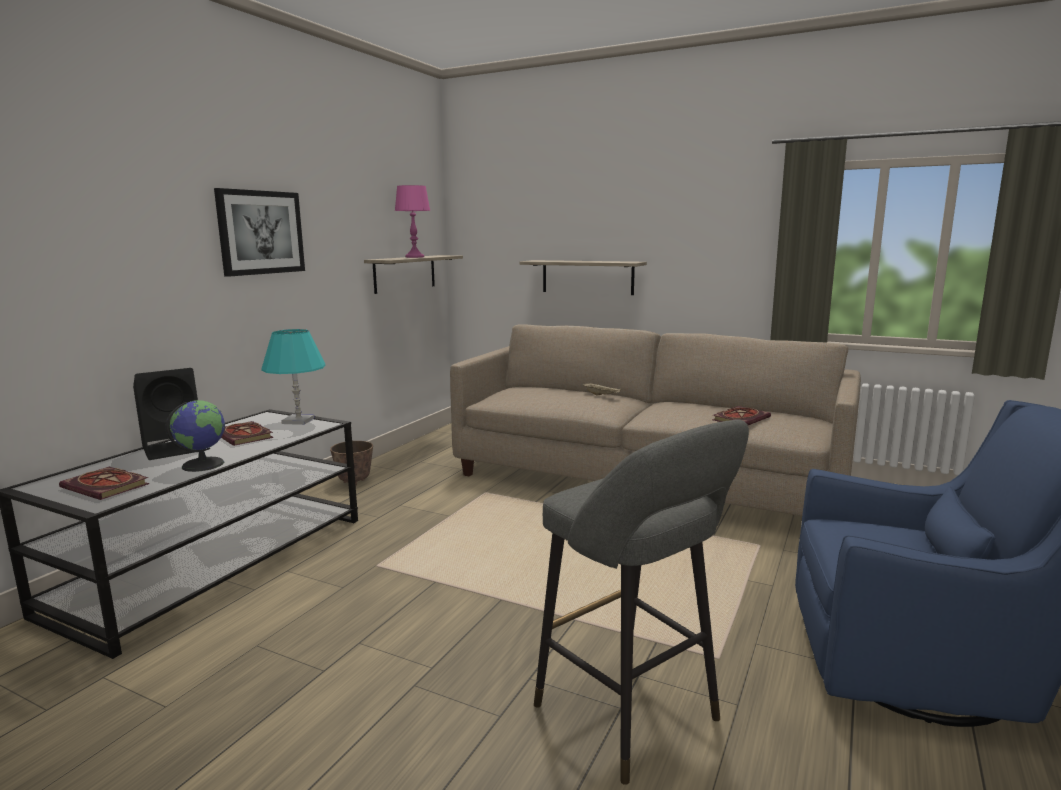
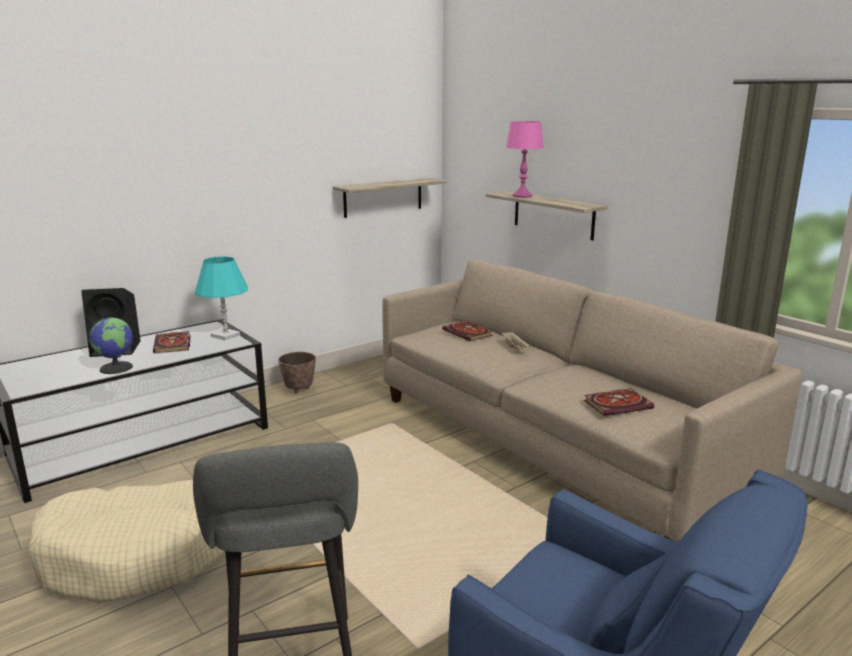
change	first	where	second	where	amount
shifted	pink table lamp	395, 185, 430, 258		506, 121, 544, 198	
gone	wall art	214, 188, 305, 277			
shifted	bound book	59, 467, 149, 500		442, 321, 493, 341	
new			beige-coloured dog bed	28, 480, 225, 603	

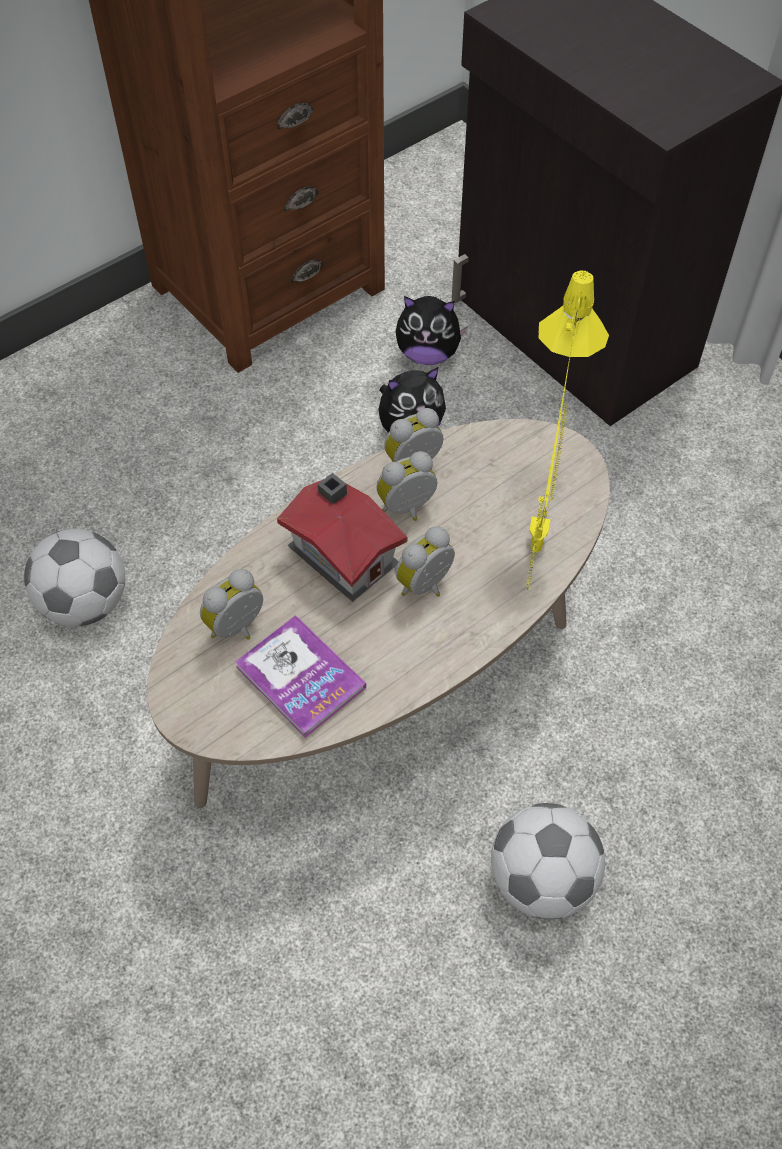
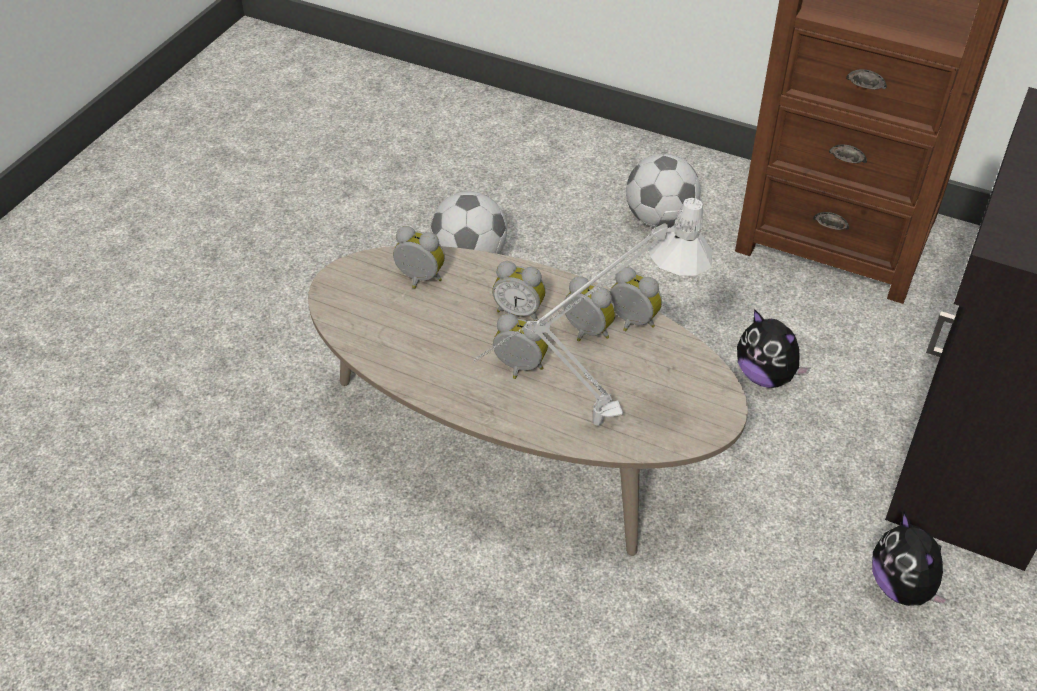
change	first	where	second	where	amount
repainted	yellowish table lamp	526, 270, 609, 591	grey table lamp	472, 198, 712, 426	
shifted	plush toy	396, 296, 468, 365		872, 512, 950, 606	
swapped	model house	277, 473, 407, 602	alarm clock	492, 261, 546, 321	
gone	bound book	235, 615, 366, 738			
shifted	ball for football	491, 803, 605, 919		626, 154, 701, 228	

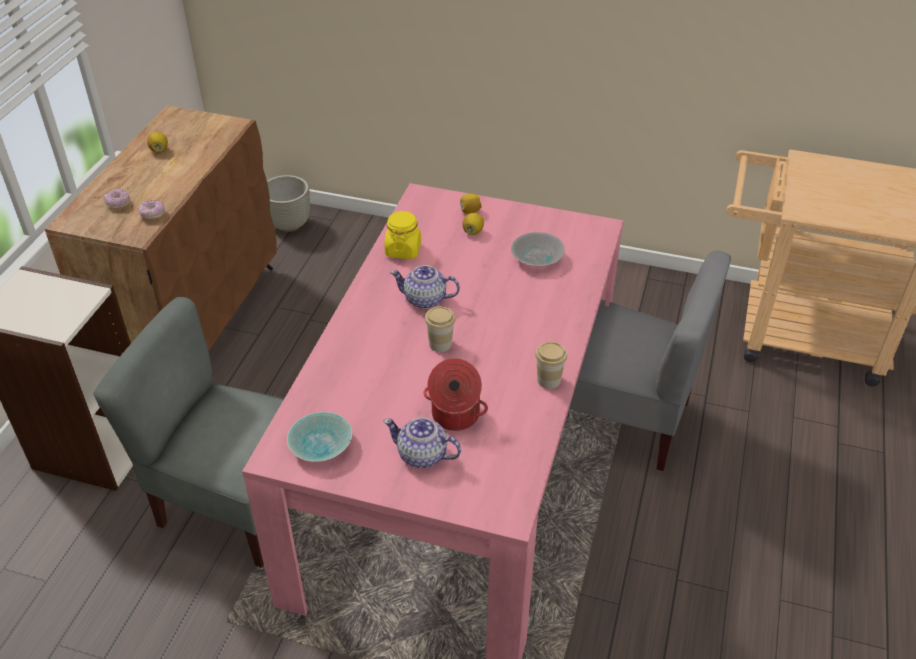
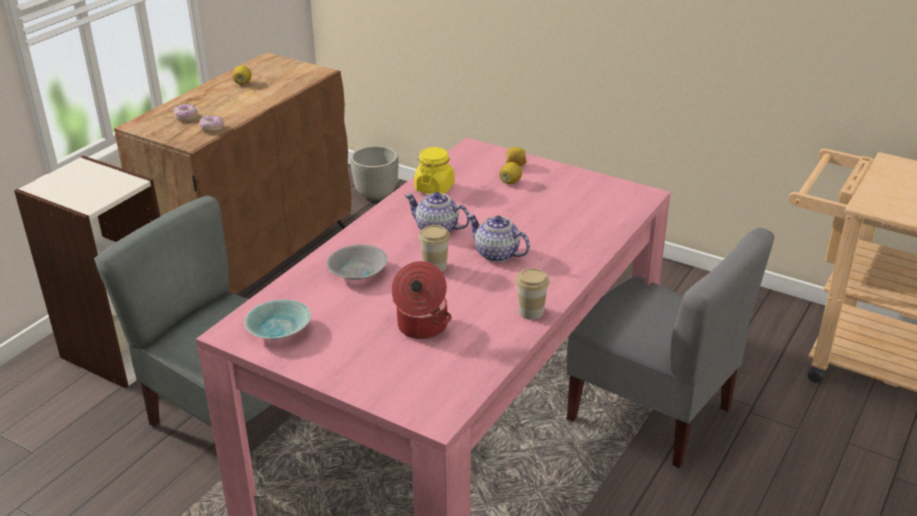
change	first	where	second	where	amount
shifted	grey serving bowl	511, 232, 565, 266		327, 245, 388, 280	
shifted	pot for tea	383, 418, 461, 468		467, 214, 530, 262	

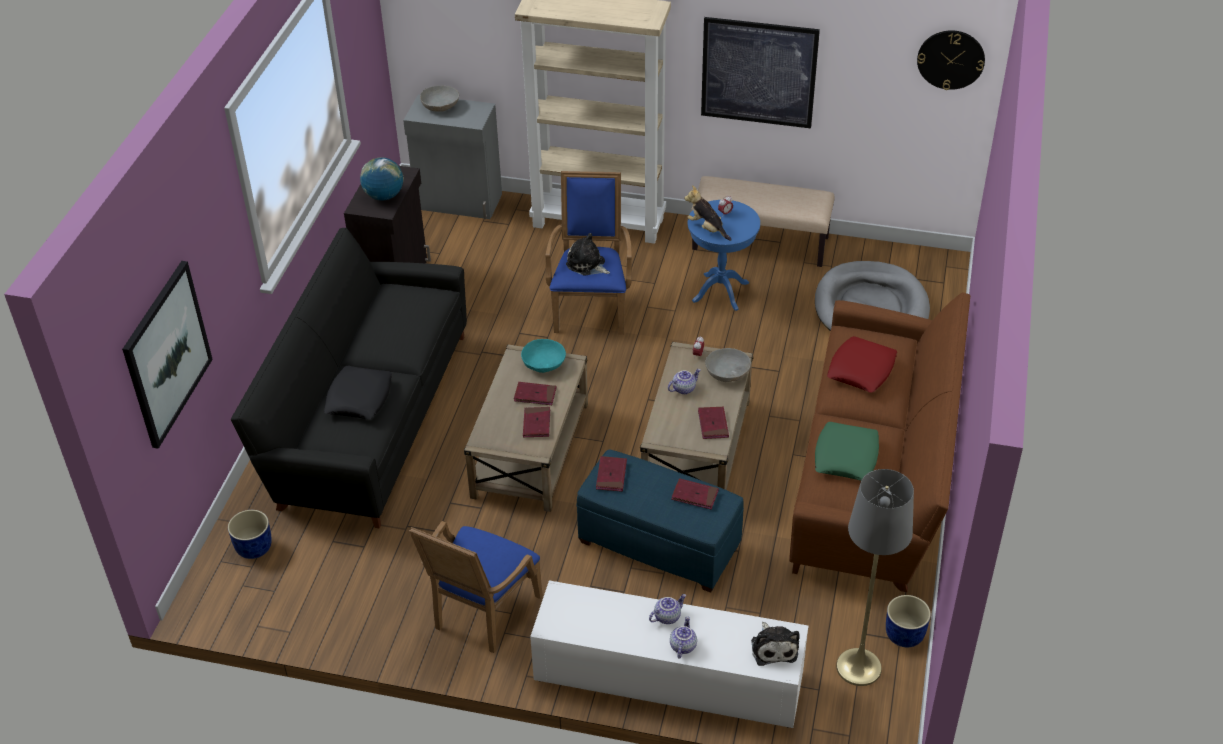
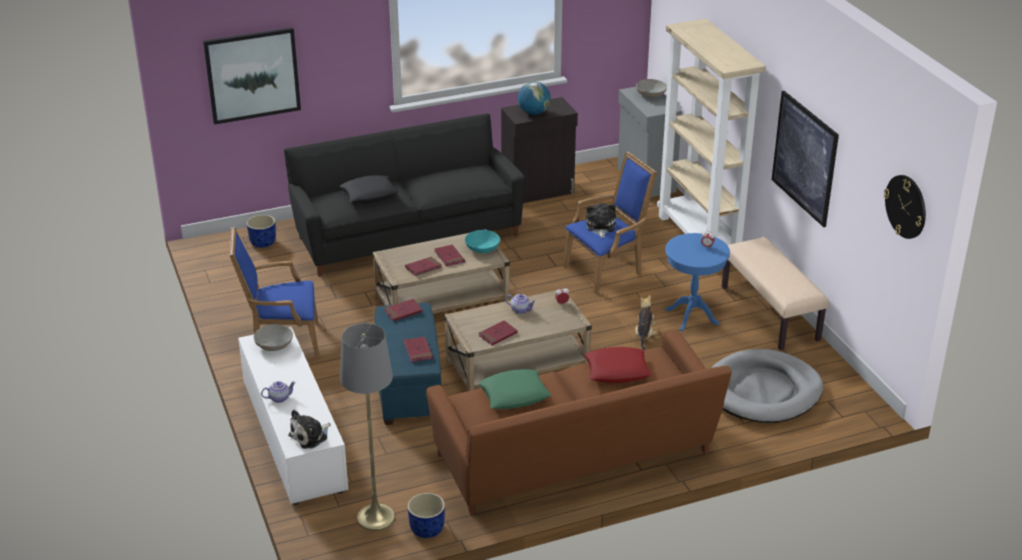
change	first	where	second	where	amount
shifted	plush toy	684, 185, 732, 241		635, 295, 657, 350	
shifted	grey serving bowl	705, 348, 751, 382		254, 324, 293, 351	
gone	pot for tea	649, 594, 686, 624			

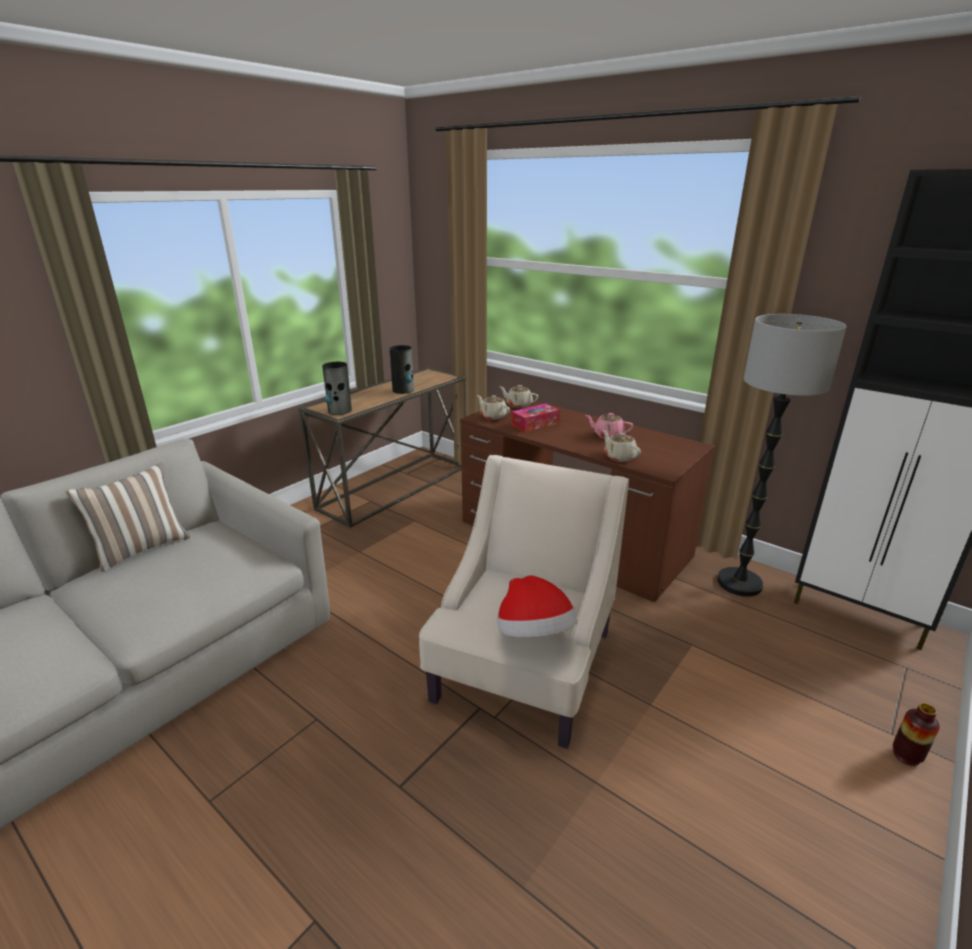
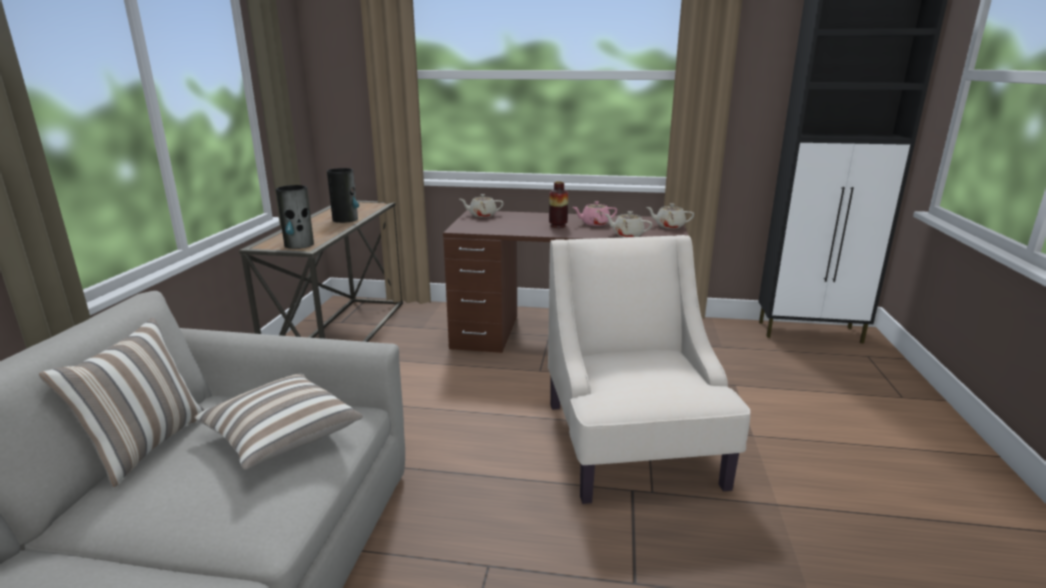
change	first	where	second	where	amount
gone	floor lamp	717, 314, 846, 597			
shifted	beige-coloured pot for tea	477, 395, 510, 420		646, 203, 694, 229	
gone	box of tissues	511, 403, 560, 432			
gone	wearable hat	497, 575, 577, 638			
shifted	decorative vase	893, 703, 940, 766		549, 181, 568, 228	
new			throw pillow	194, 373, 363, 470	

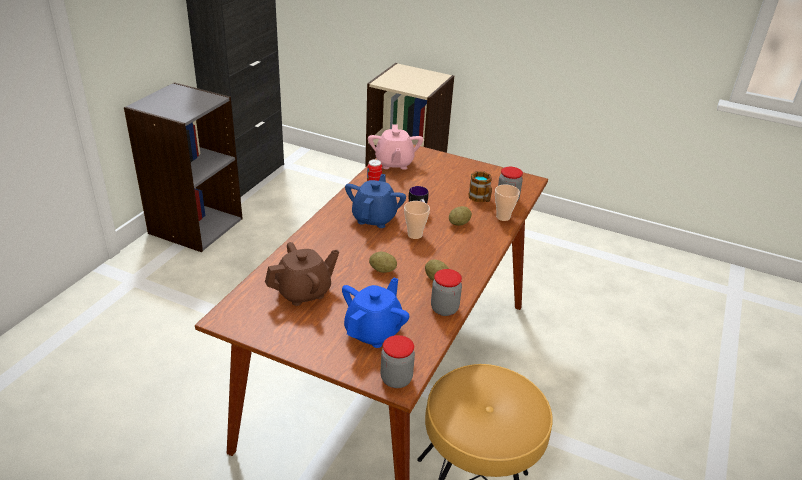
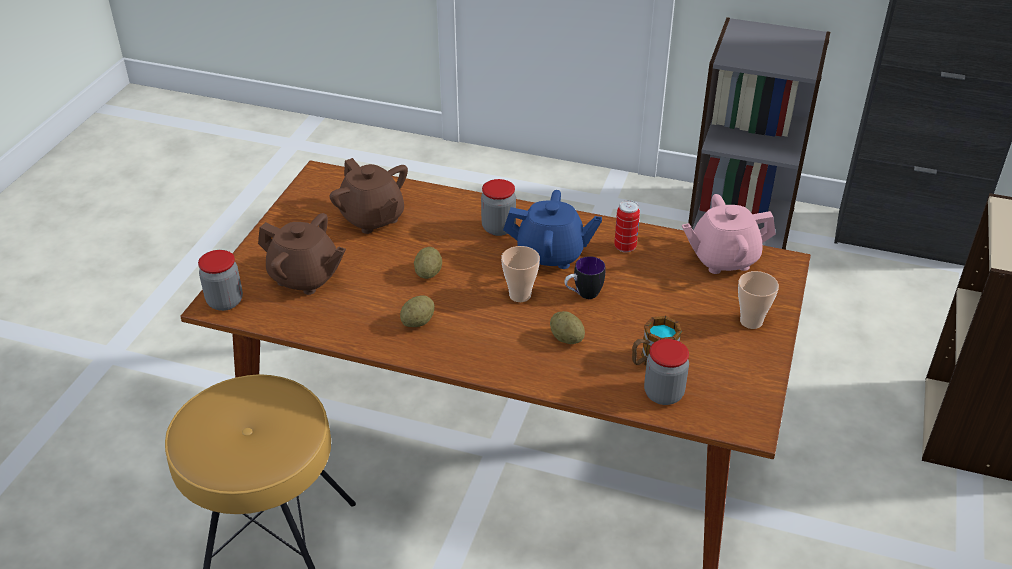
change	first	where	second	where	amount
shifted	cup	495, 185, 520, 221		738, 271, 779, 329	
shifted	jar	431, 269, 462, 316		481, 179, 516, 236	
repainted	blue-coloured pot for tea	342, 278, 409, 348	brown pot for tea	258, 213, 346, 295	

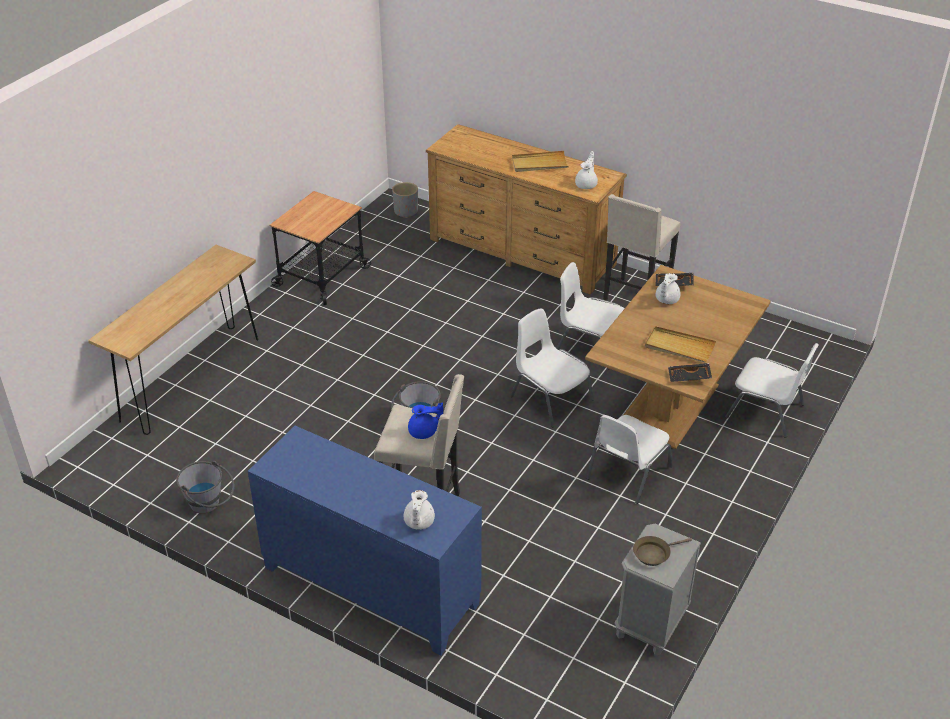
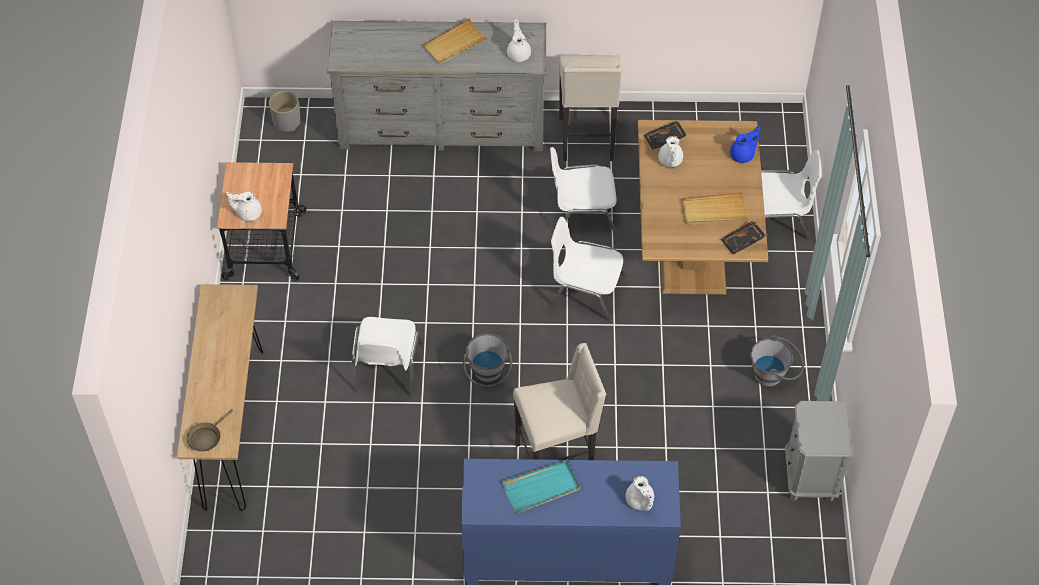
change	first	where	second	where	amount
repainted	brown dresser	426, 124, 627, 295	grey dresser	327, 21, 546, 151	
shifted	blue-coloured pot for tea	408, 402, 443, 439		730, 125, 760, 163	
shifted	whitish plain chair	586, 415, 672, 504		352, 317, 423, 397	
shifted	grey bucket	176, 461, 235, 514		750, 335, 804, 387	
shifted	brown pan	633, 536, 692, 566		187, 409, 233, 452	
new			whitish pot for tea	226, 192, 262, 221	
new			turquoise carrying tray	502, 460, 580, 513	

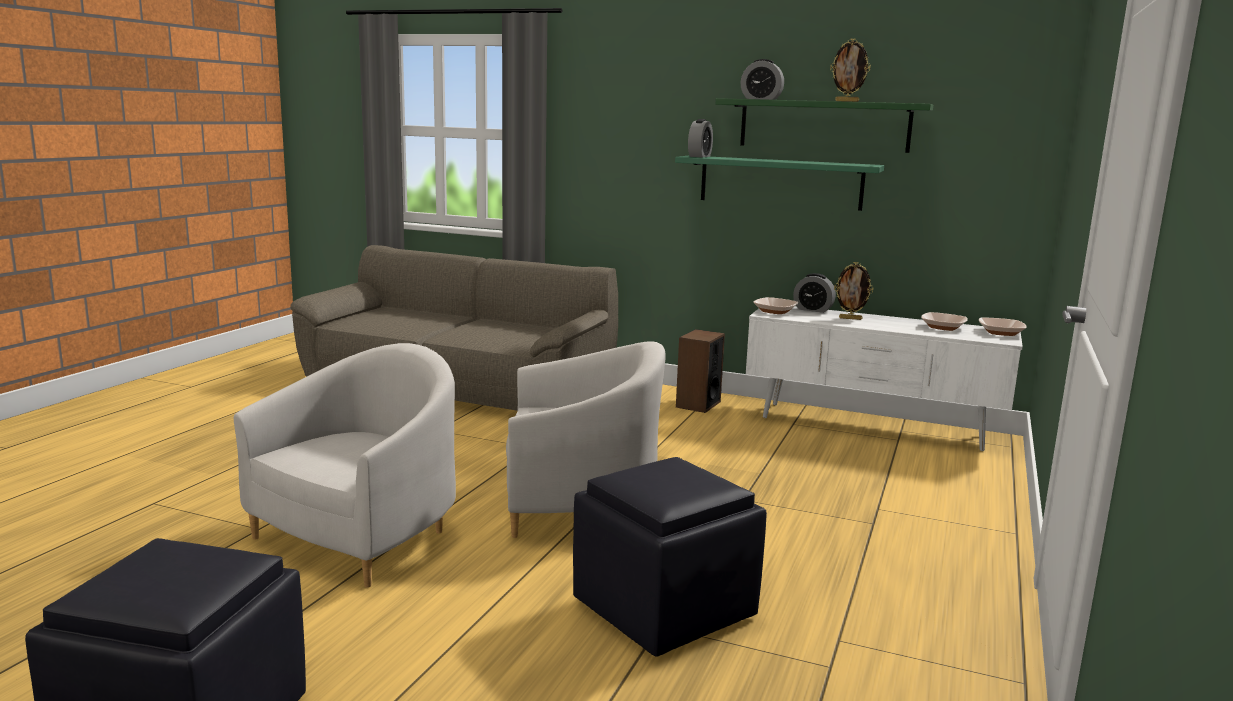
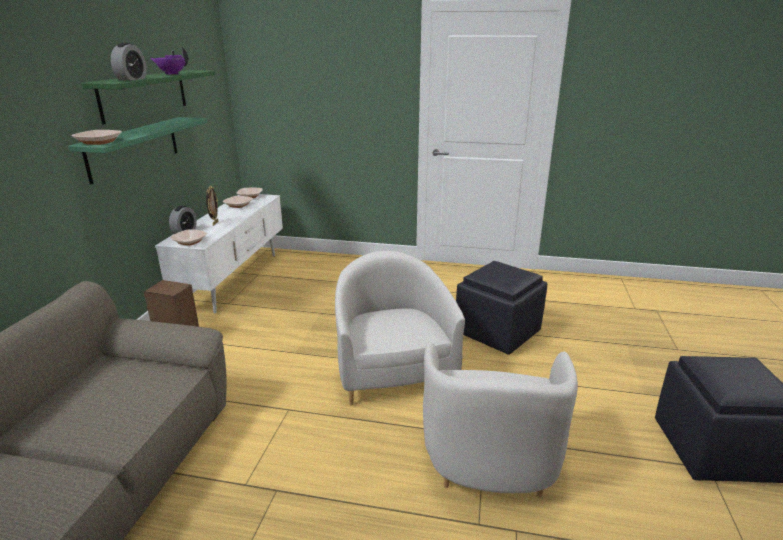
change	first	where	second	where	amount
swapped	picture frame	830, 39, 871, 102	purple pot for tea	150, 47, 188, 75	
swapped	alarm clock	688, 119, 713, 157	serving bowl	71, 130, 122, 145	
rotated	whitish armchair	234, 343, 456, 588		423, 342, 578, 498	105 degrees counterclockwise

